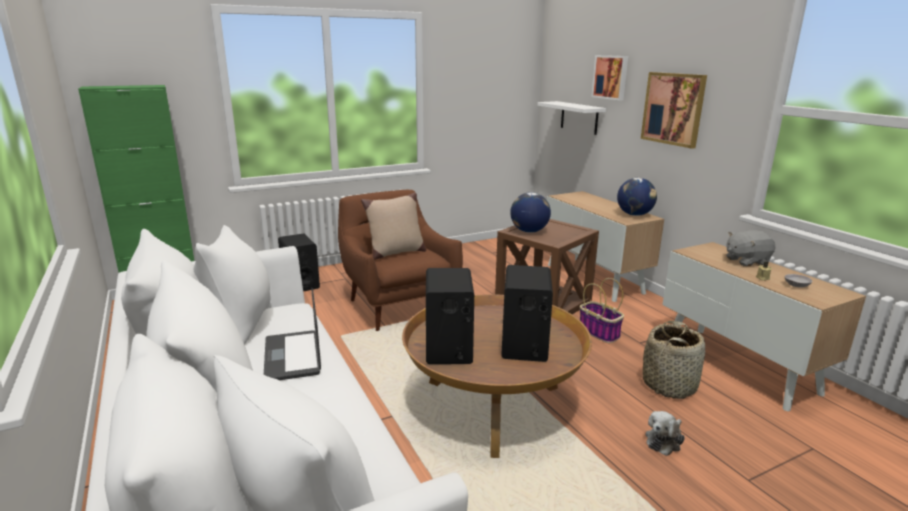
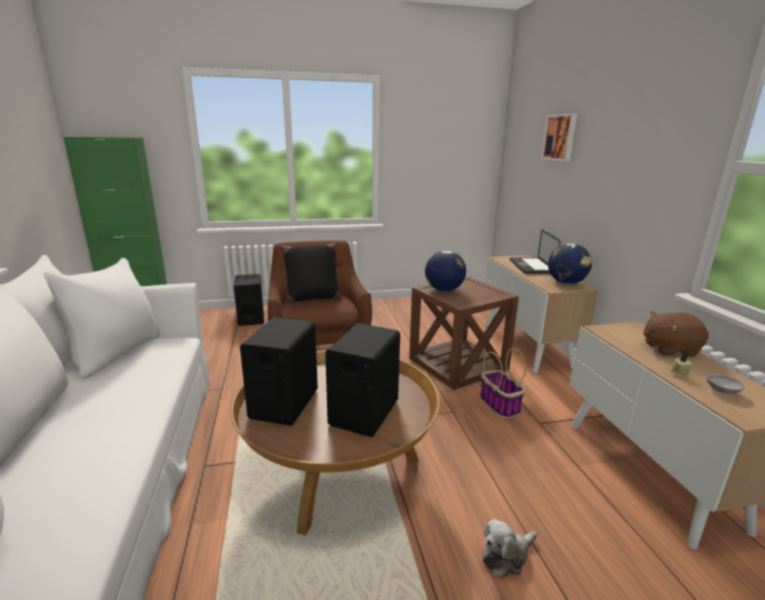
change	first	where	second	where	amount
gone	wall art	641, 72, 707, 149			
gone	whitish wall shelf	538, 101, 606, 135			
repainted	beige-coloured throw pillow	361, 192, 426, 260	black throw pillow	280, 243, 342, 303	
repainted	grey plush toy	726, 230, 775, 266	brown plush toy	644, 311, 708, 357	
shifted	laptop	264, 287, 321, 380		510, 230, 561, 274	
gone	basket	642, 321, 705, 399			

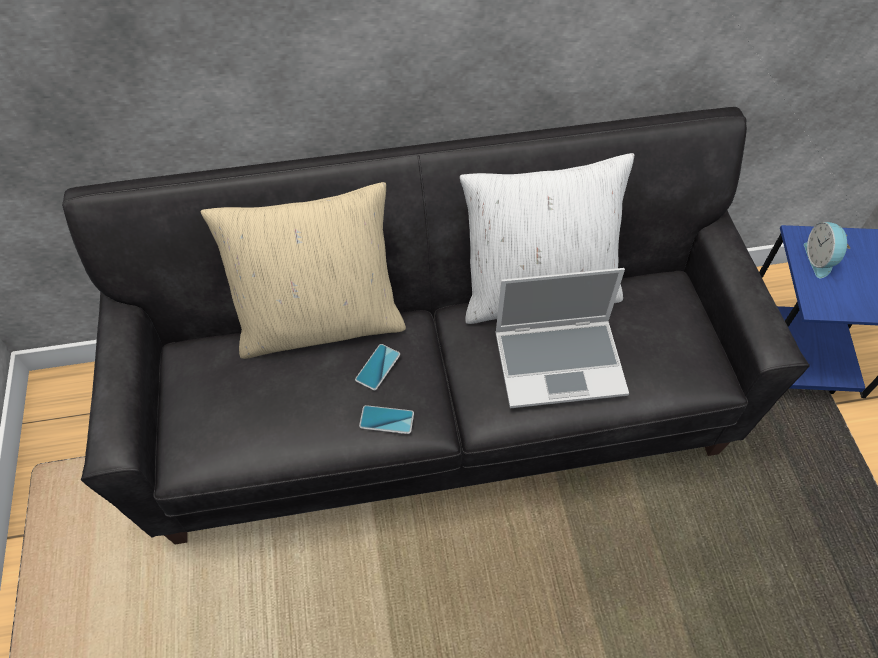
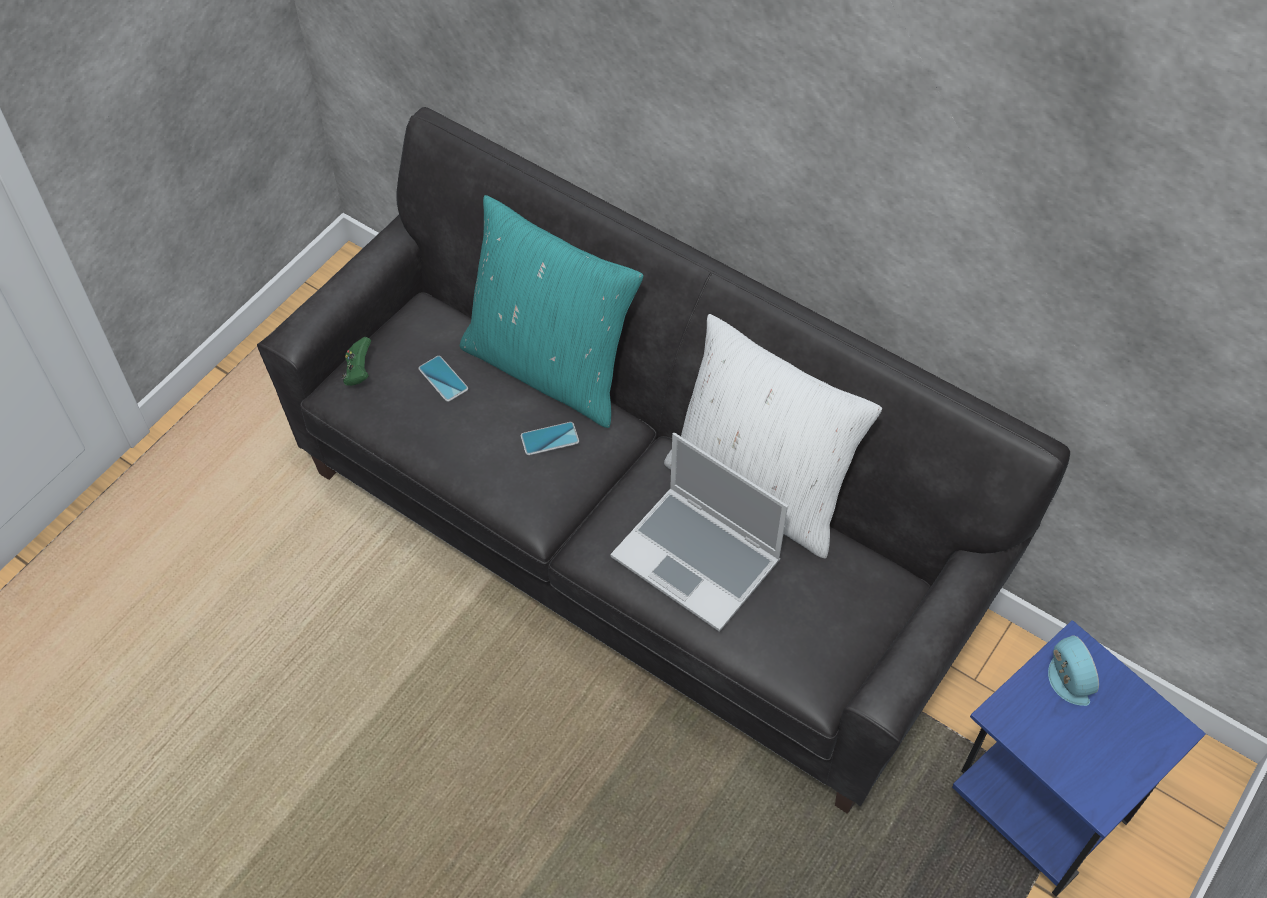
change	first	where	second	where	amount
repainted	beige-coloured throw pillow	201, 182, 406, 359	turquoise throw pillow	460, 195, 643, 428	
rotated	alarm clock	804, 222, 850, 278		1048, 635, 1099, 706	120 degrees clockwise
shifted	phone	359, 405, 414, 434		418, 356, 468, 402	
new			green-coloured joypad	342, 337, 371, 386	

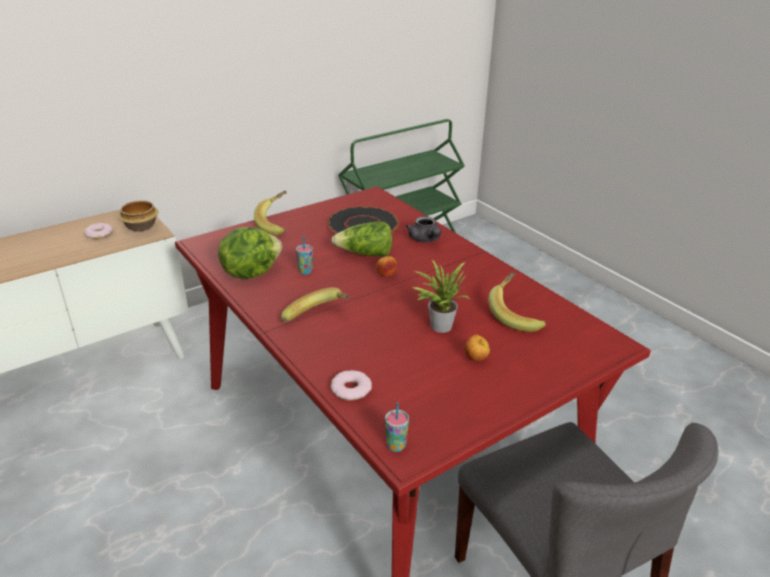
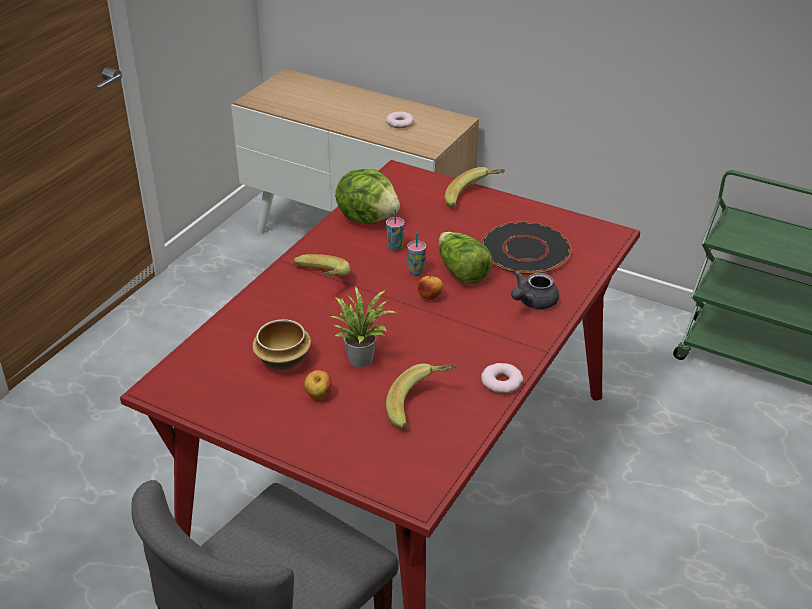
change	first	where	second	where	amount
shifted	serving bowl	118, 200, 158, 232		252, 319, 311, 371	
shifted	donut	331, 370, 372, 400		481, 363, 524, 393	
shifted	cup	385, 402, 409, 452		407, 232, 426, 275	

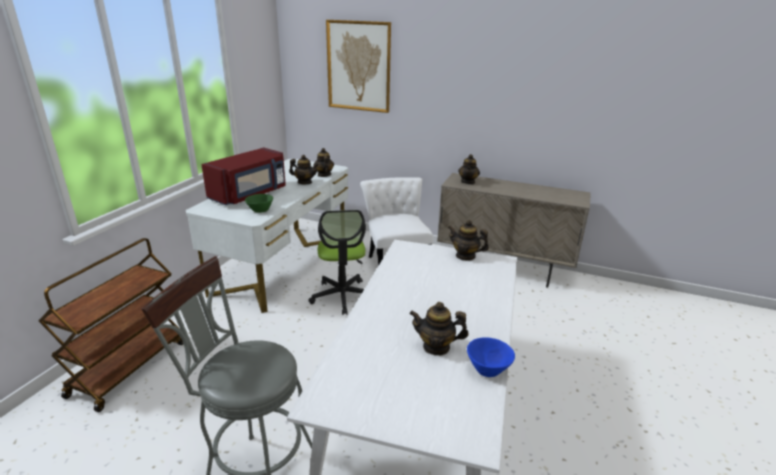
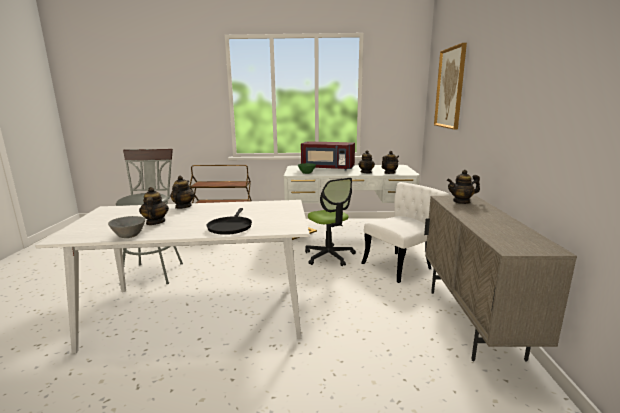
change	first	where	second	where	amount
rotated	office chair	308, 210, 366, 315		305, 178, 356, 266	90 degrees counterclockwise
shifted	pot for tea	448, 220, 489, 261		170, 176, 194, 209	
repainted	blue-coloured serving bowl	467, 337, 515, 377	grey serving bowl	108, 216, 145, 238	
new			black pan	206, 208, 252, 235	

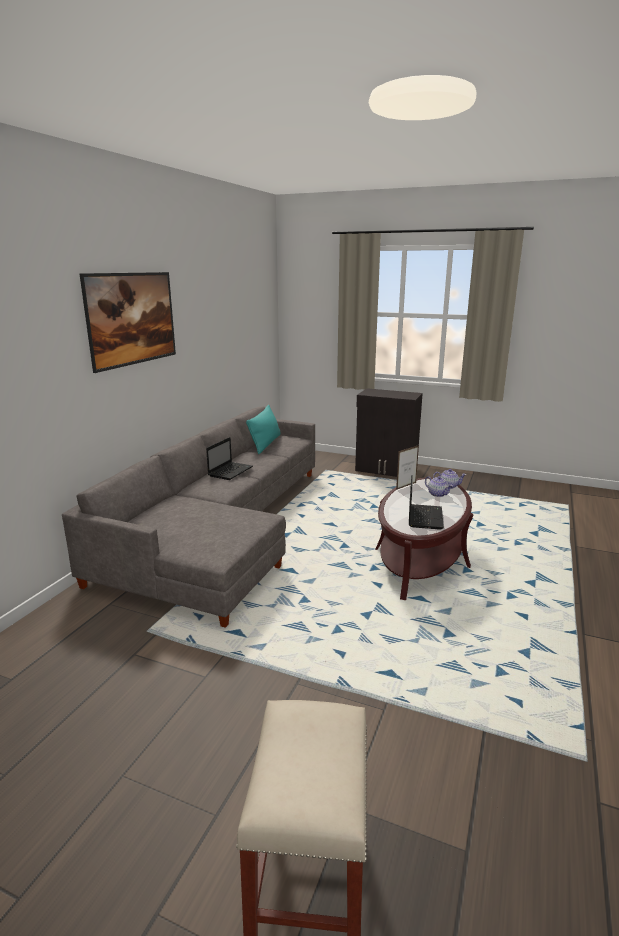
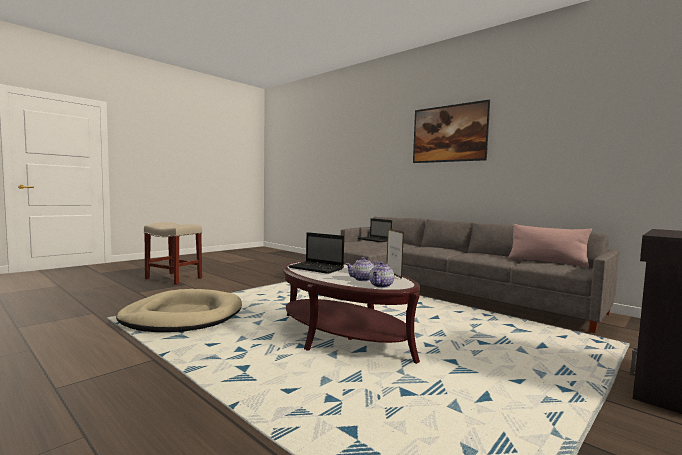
change	first	where	second	where	amount
repainted	turquoise throw pillow	246, 405, 281, 454	pink throw pillow	508, 224, 592, 267	
shifted	laptop	206, 437, 253, 480		358, 218, 392, 242	
new			beige-coloured dog bed	116, 289, 242, 332	

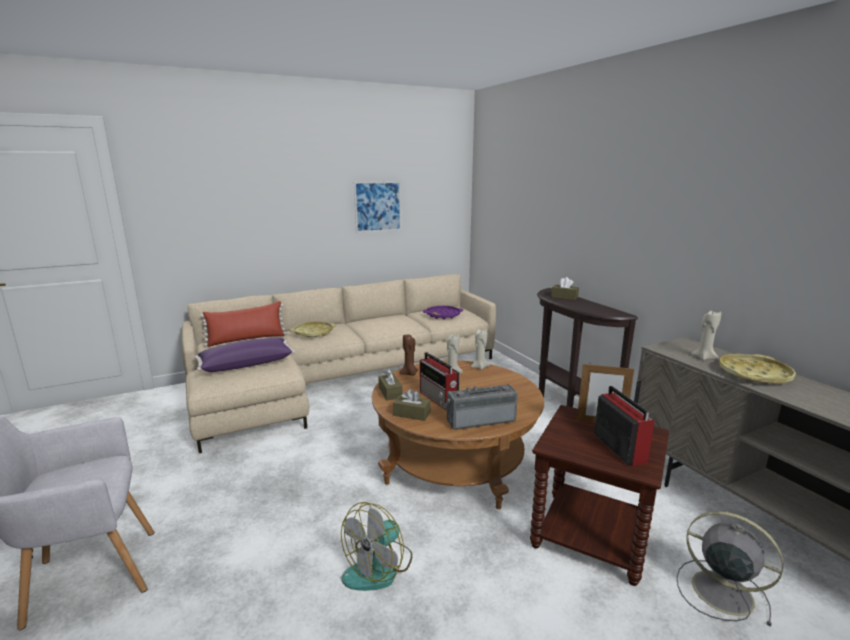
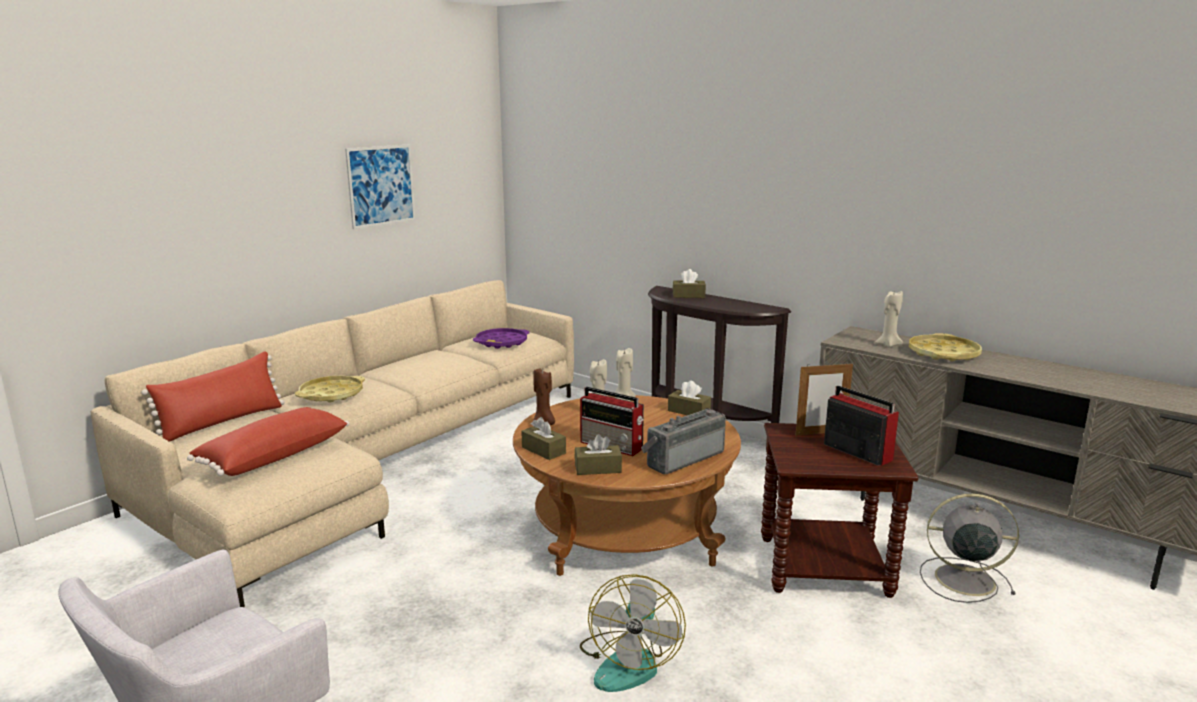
change	first	where	second	where	amount
repainted	purple throw pillow	195, 338, 295, 372	red throw pillow	187, 407, 350, 476	
new			brown box of tissues	668, 381, 711, 415	

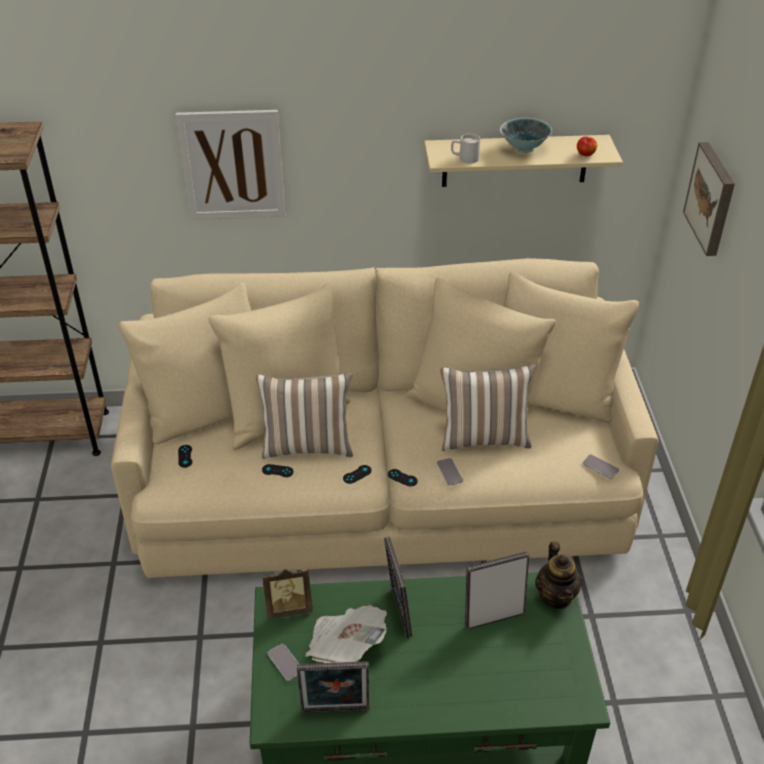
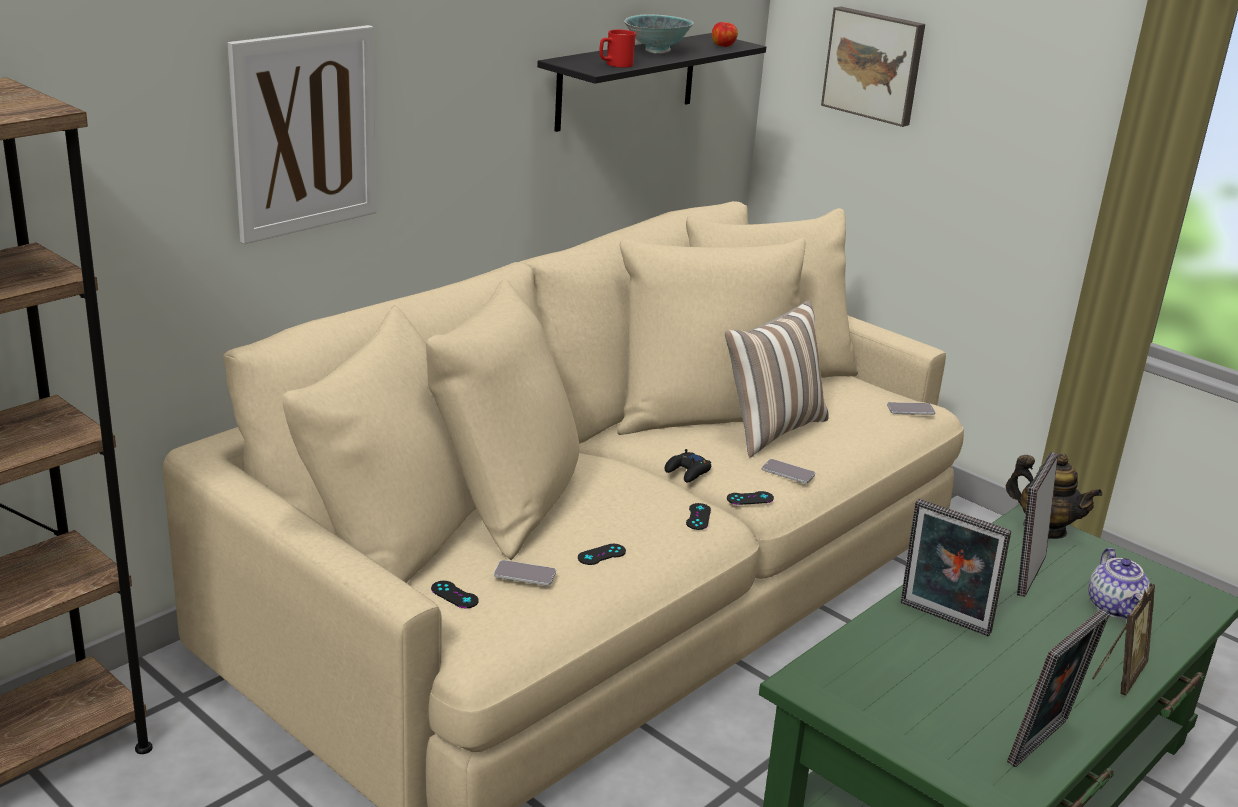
change	first	where	second	where	amount
repainted	whitish mug	451, 134, 480, 163	red mug	600, 30, 636, 68	
repainted	beige-coloured wall shelf	424, 135, 623, 187	black wall shelf	537, 33, 766, 132	
gone	throw pillow	256, 373, 353, 459			
shifted	picture frame	262, 569, 313, 619		1092, 584, 1155, 696	
gone	daily paper	306, 605, 387, 663			
shifted	phone	268, 644, 299, 681		494, 560, 556, 586	
new			black joypad	664, 449, 711, 483	
new			pot for tea	1088, 548, 1150, 619	

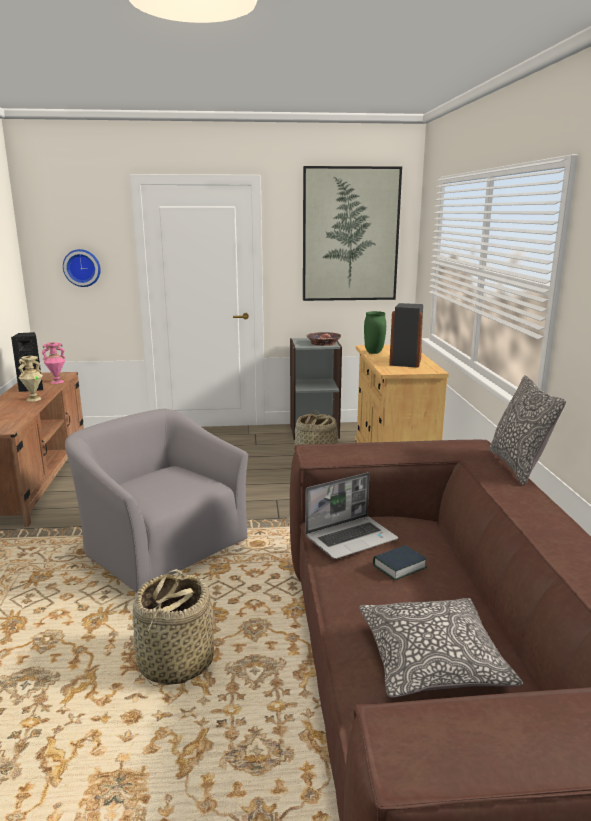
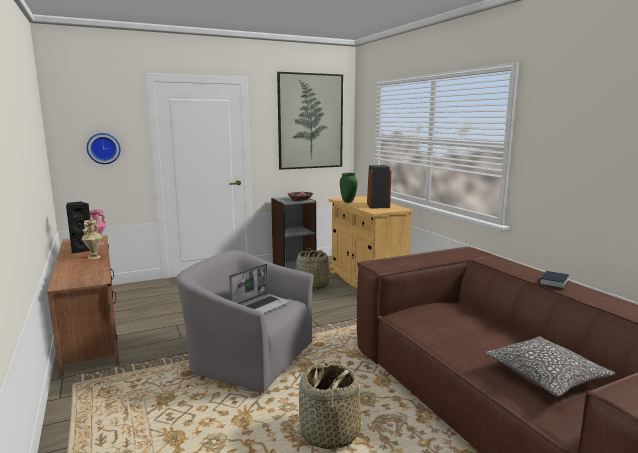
change	first	where	second	where	amount
gone	throw pillow	489, 375, 566, 485			
shifted	laptop	305, 472, 398, 559		229, 264, 291, 314	
shifted	bound book	373, 545, 427, 580		539, 271, 569, 289	

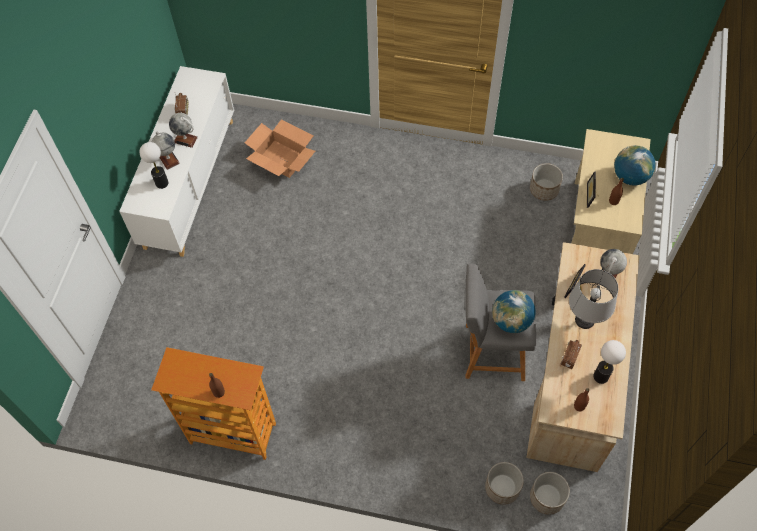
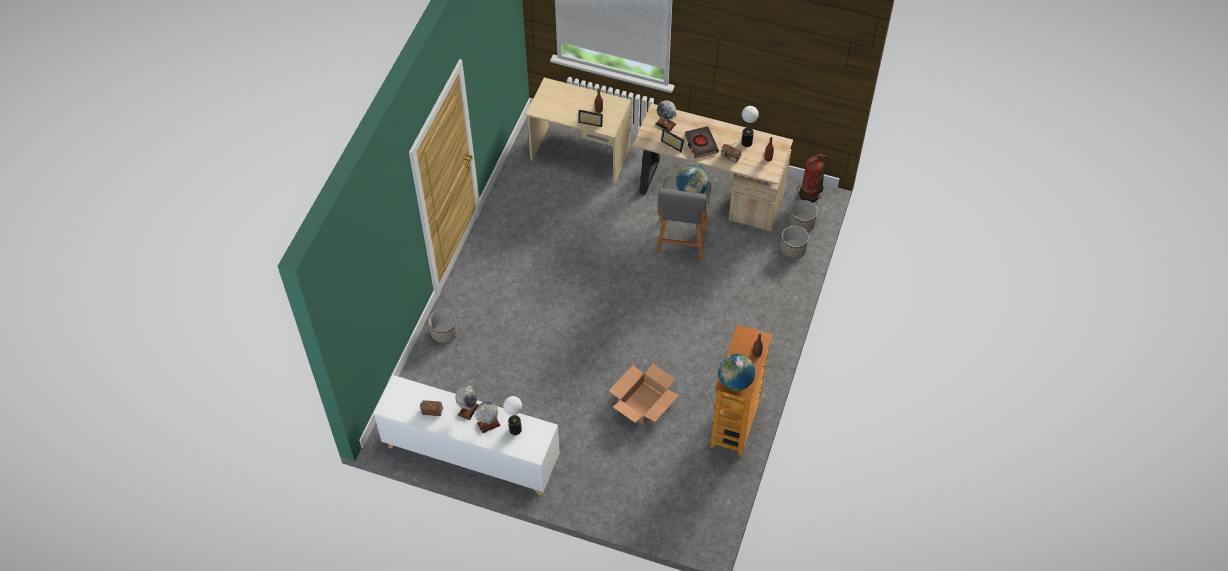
change	first	where	second	where	amount
shifted	packing box	245, 119, 315, 178		609, 364, 679, 424	
shifted	globe	614, 145, 655, 186		718, 354, 755, 391	
shifted	planter	530, 163, 563, 201		428, 309, 458, 343	
swapped	grey table lamp	569, 269, 618, 329	black bound book	685, 126, 719, 158	
new			fire extinguisher	797, 154, 829, 202	

